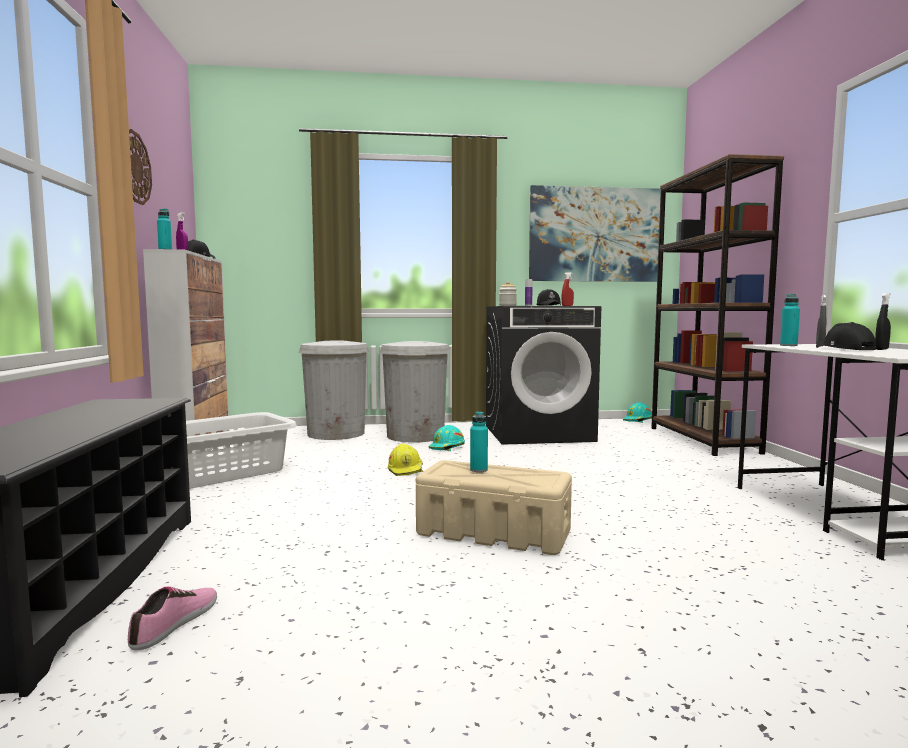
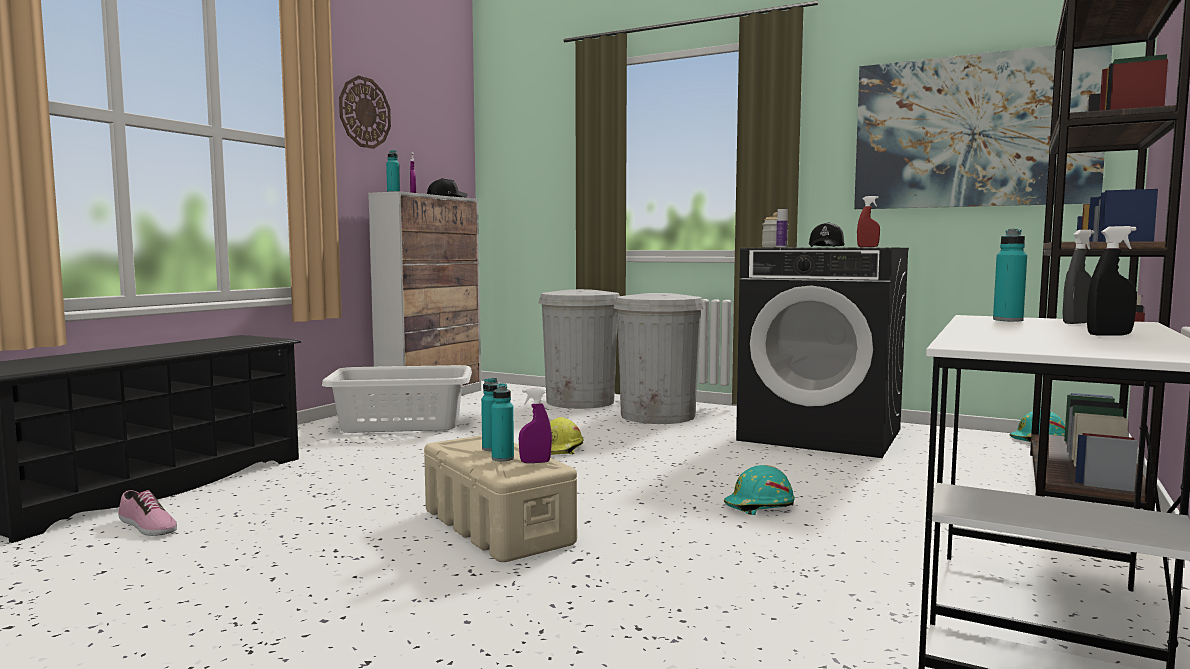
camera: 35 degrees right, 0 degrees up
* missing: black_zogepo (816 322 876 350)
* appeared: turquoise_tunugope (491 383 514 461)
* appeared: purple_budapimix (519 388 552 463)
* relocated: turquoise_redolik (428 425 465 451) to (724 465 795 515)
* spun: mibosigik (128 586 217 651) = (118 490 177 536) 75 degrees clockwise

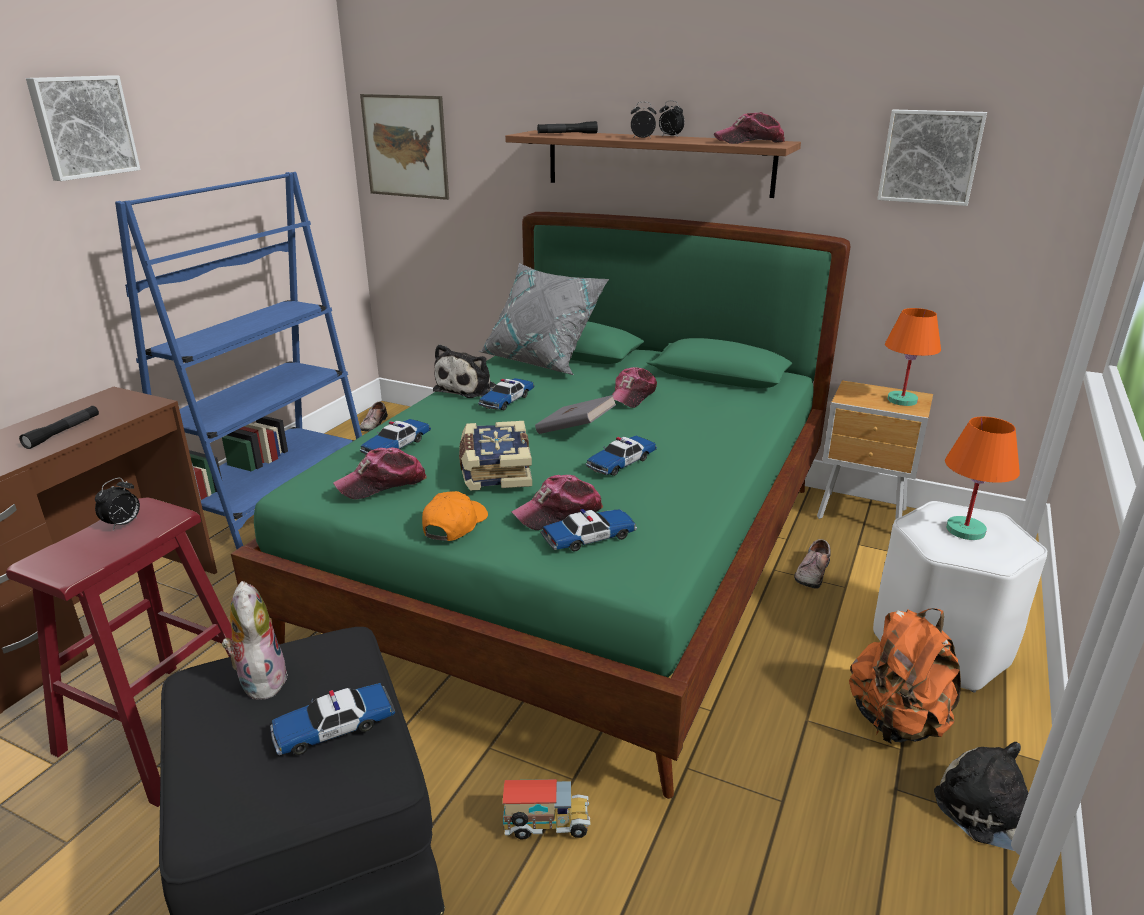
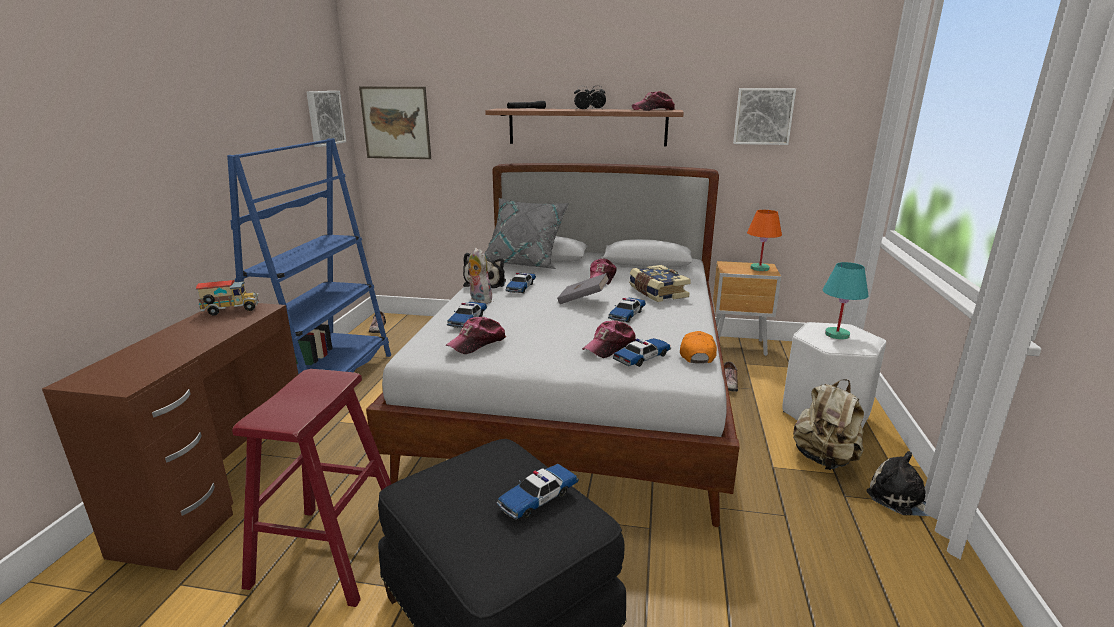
camera: 15 degrees left, 5 degrees down
* missing: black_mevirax (19 406 99 449)
* missing: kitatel (95 478 140 530)
* relocated: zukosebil (26 75 141 181) to (306 91 346 147)
* relocated: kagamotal (222 581 288 700) to (467 248 492 304)
* relocated: orange_zogepo (422 491 488 541) to (680 331 717 364)
* relocated: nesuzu (459 421 532 491) to (629 265 691 302)
* relocated: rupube (503 779 590 839) to (196 280 259 316)
* colour: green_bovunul (231 212 851 799) to white_bovunul (366 163 740 527)
* colour: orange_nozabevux (849 608 961 744) to beige_nozabevux (793 379 864 470)
* colour: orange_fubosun (945 417 1020 540) to turquoise_fubosun (823 262 869 339)

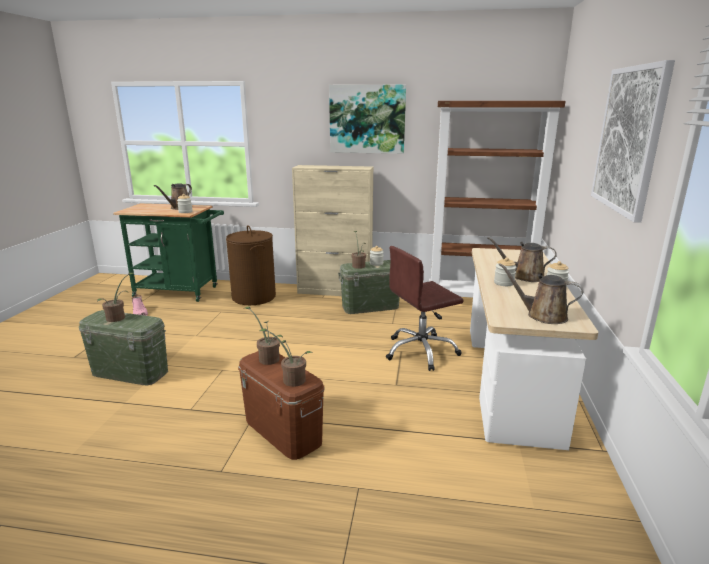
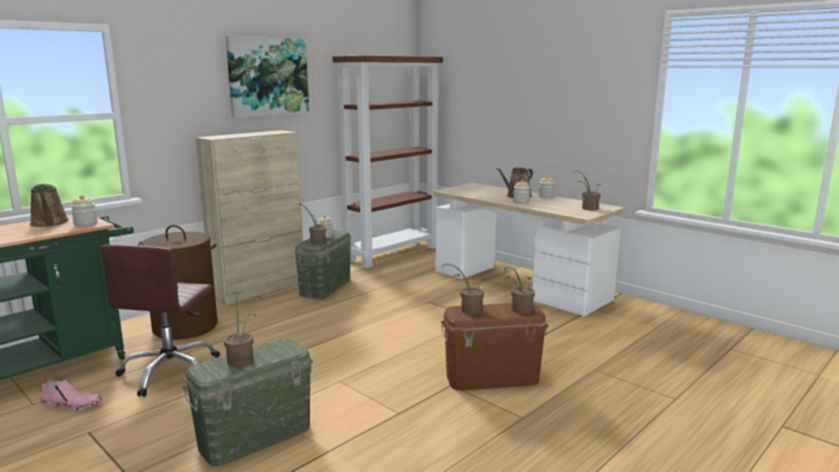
camera: 55 degrees left, 5 degrees down
* missing: zukosebil (591 60 675 223)
* relocated: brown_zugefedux (386 246 464 371) to (100 245 220 397)
* exchanged: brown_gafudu (499 263 583 324) to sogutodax (572 171 601 210)

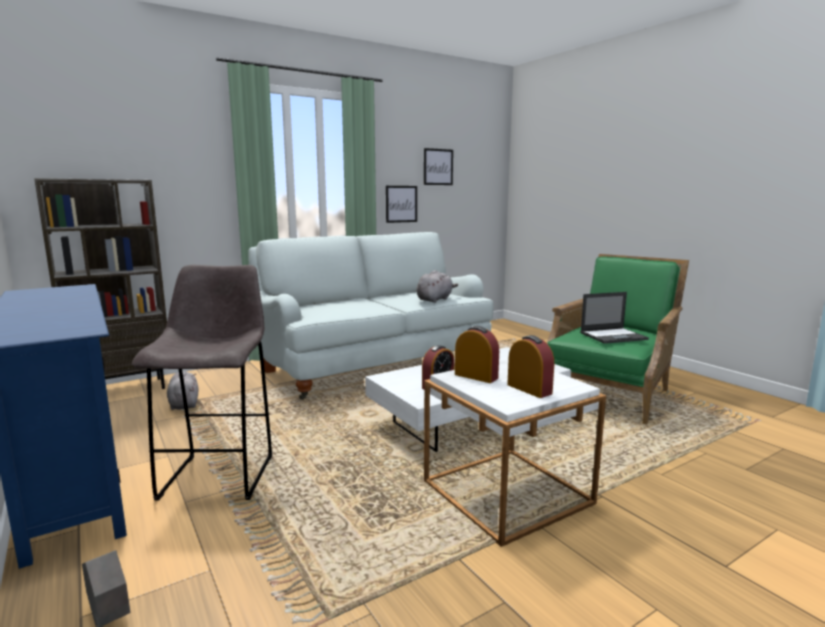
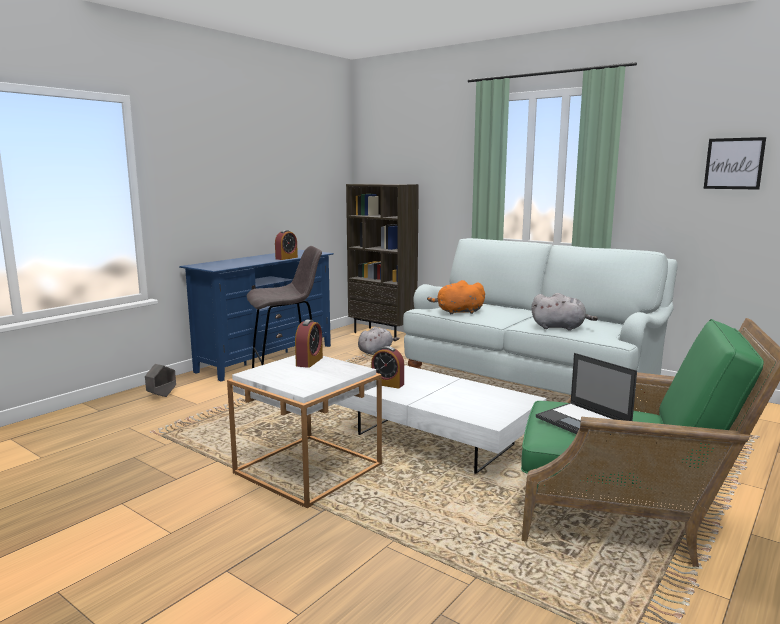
camera: 70 degrees right, 0 degrees up
* missing: zukosebil (386 186 417 223)
* appeared: orange_kagamotal (427 280 485 314)
* relocated: kitatel (507 335 554 398) to (275 230 298 260)

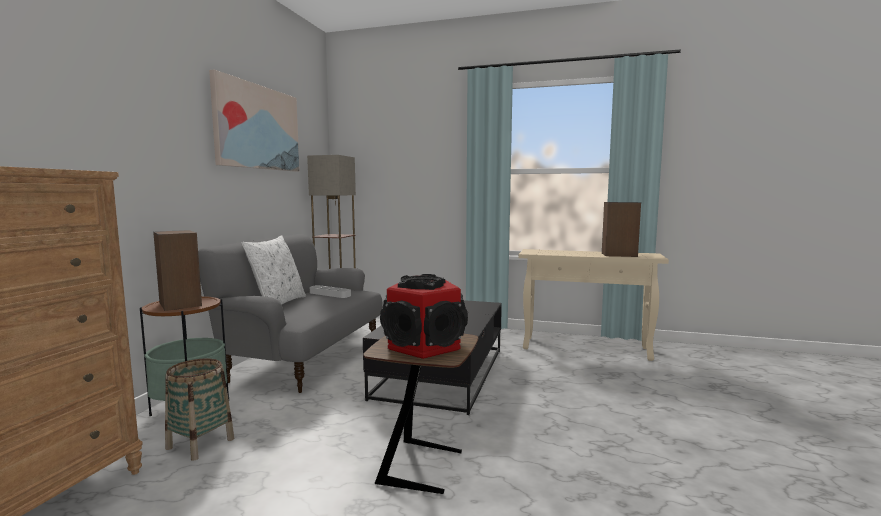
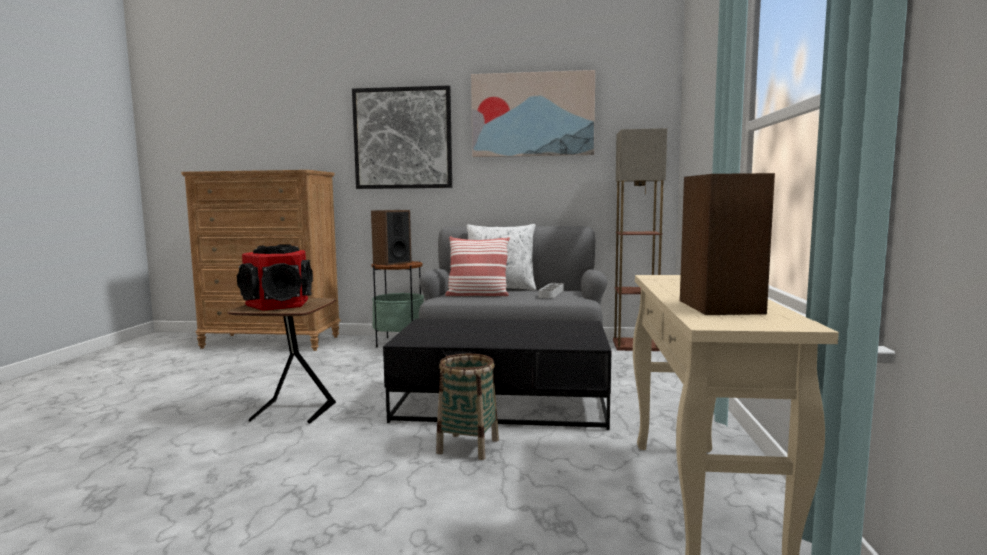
camera: 80 degrees right, 0 degrees up
* appeared: zukosebil (352 86 452 189)
* appeared: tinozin (445 236 510 296)
* relocated: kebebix (165 358 234 461) to (436 354 499 460)

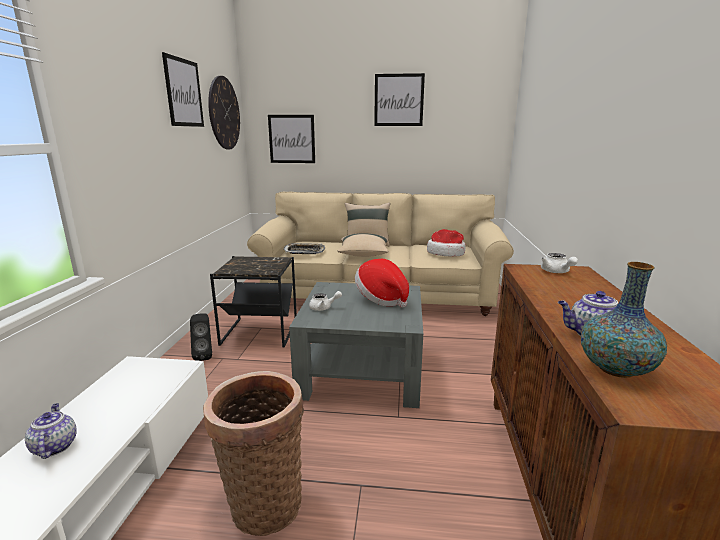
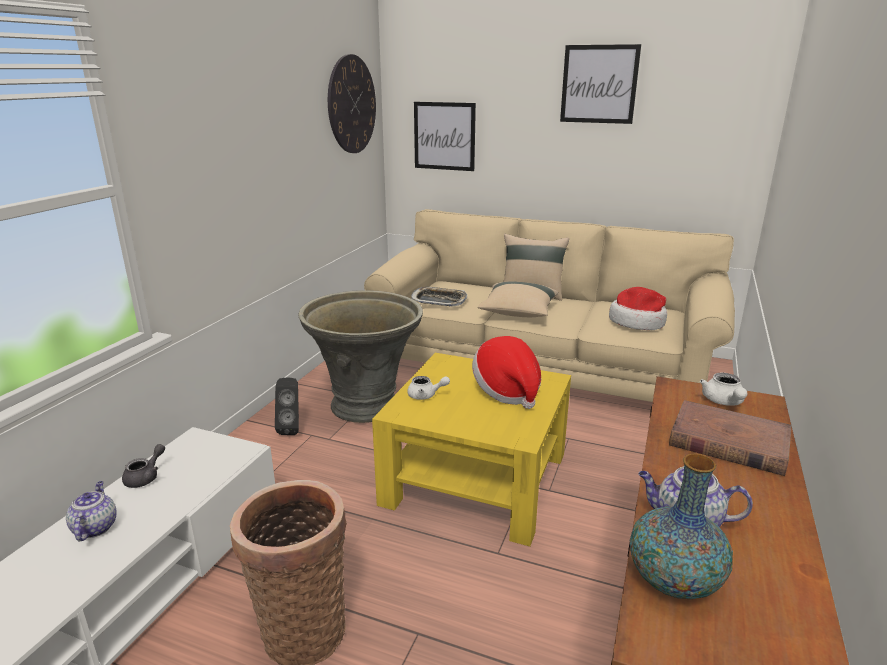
camera: 15 degrees right, 5 degrees up
* missing: zukosebil (162 52 204 127)
* appeared: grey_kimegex (122 444 165 488)
* appeared: brown_nesuzu (669 400 792 476)
* exchanged: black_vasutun (210 256 297 348) to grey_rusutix (298 290 423 423)
* colour: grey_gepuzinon (289 282 423 408) to yellow_gepuzinon (372 353 571 547)

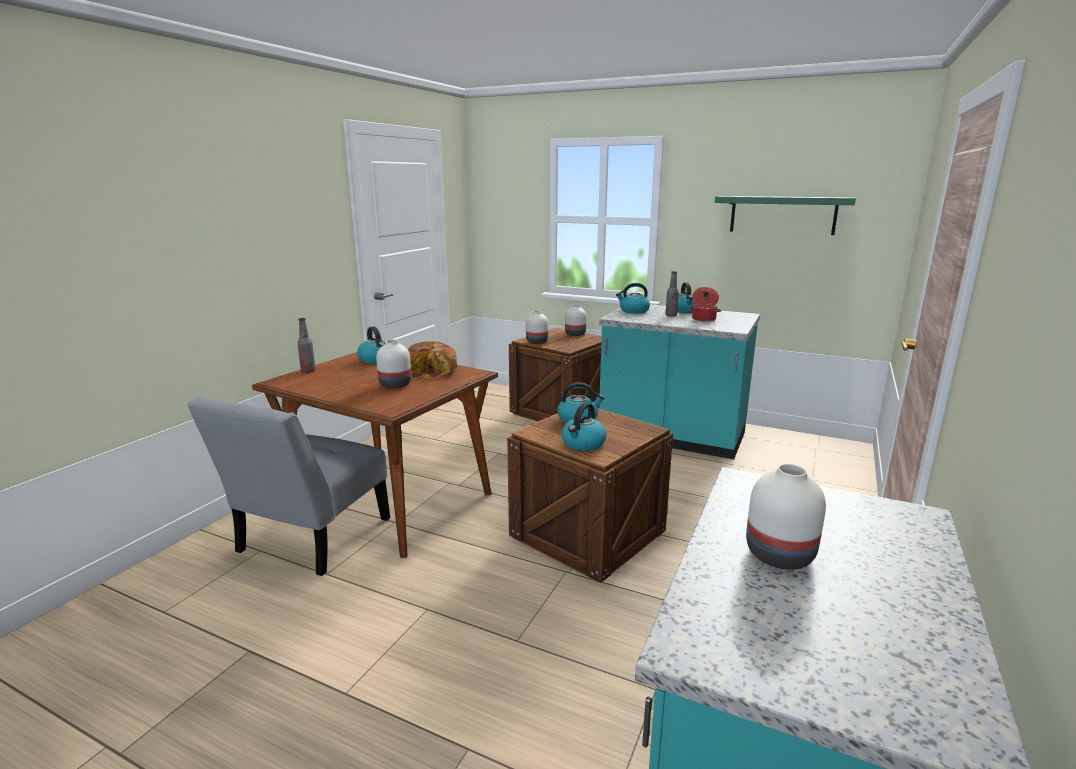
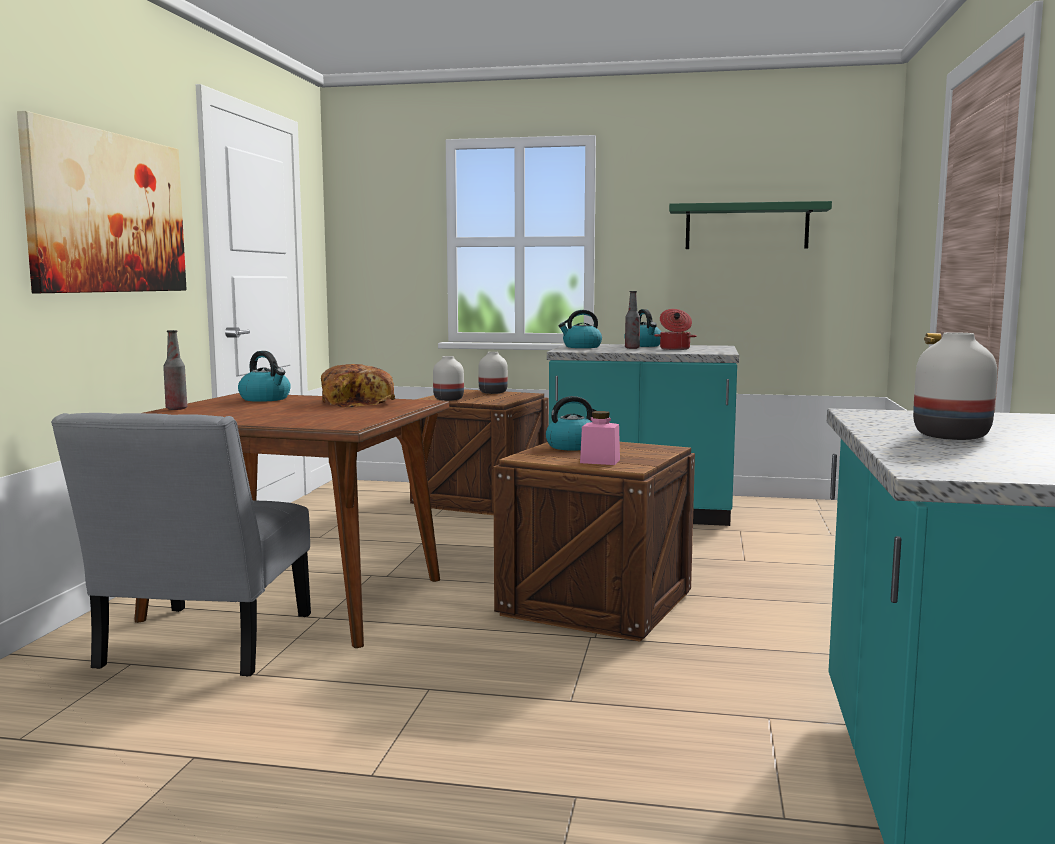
camera: 15 degrees left, 10 degrees down
* missing: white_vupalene (376 339 411 388)
* appeared: zukosebil (17 111 187 293)
* exchanged: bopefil (561 402 606 451) to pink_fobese (580 411 620 465)

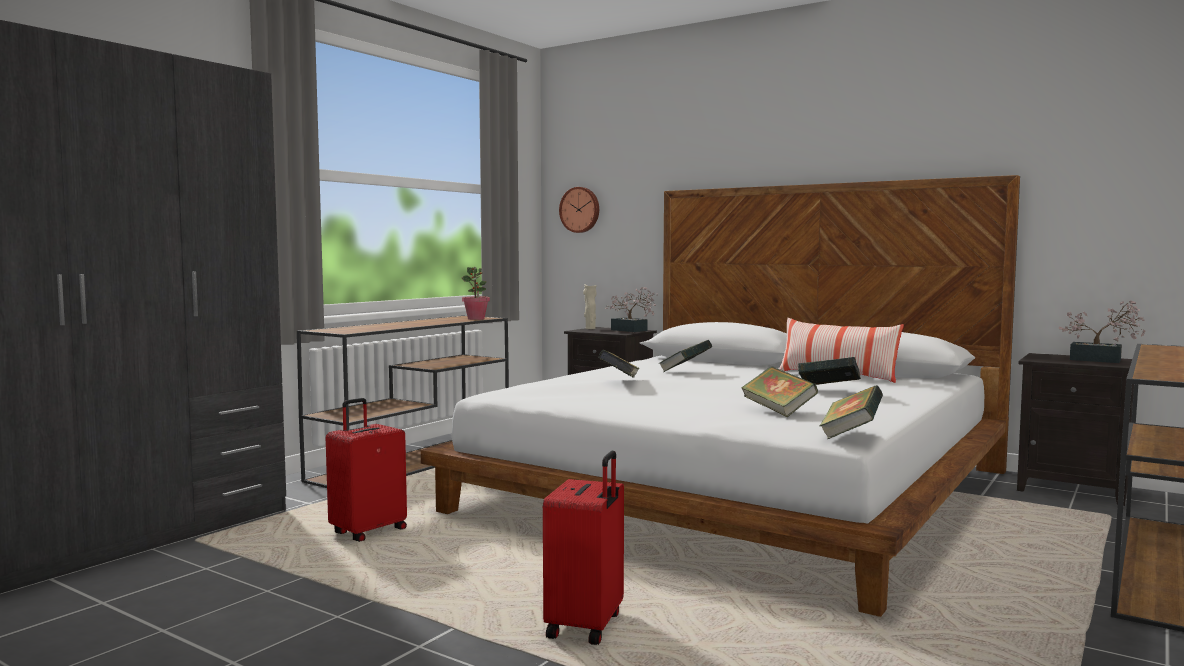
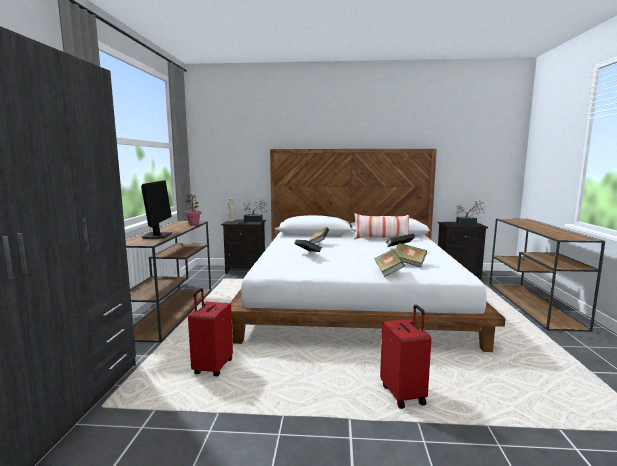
camera: 30 degrees left, 5 degrees up
* missing: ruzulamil (559 187 599 233)
* appeared: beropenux (141 180 173 239)
* relocated: nesuzu (820 385 883 439) to (374 249 405 277)

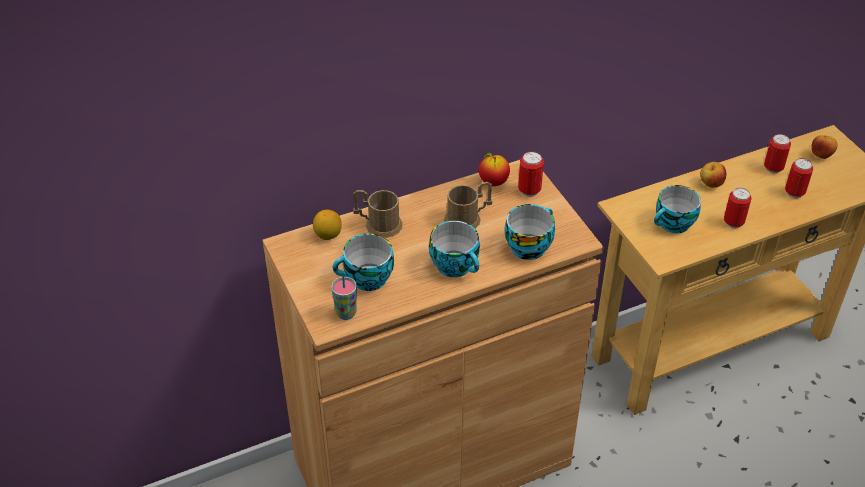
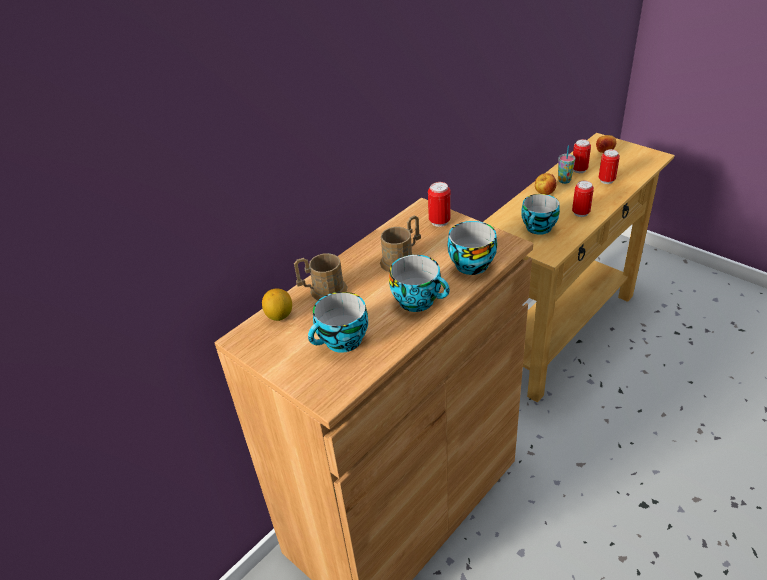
camera: 20 degrees left, 5 degrees down
* missing: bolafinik (479 152 510 186)
* relocated: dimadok (331 271 357 320) to (558 145 575 184)

